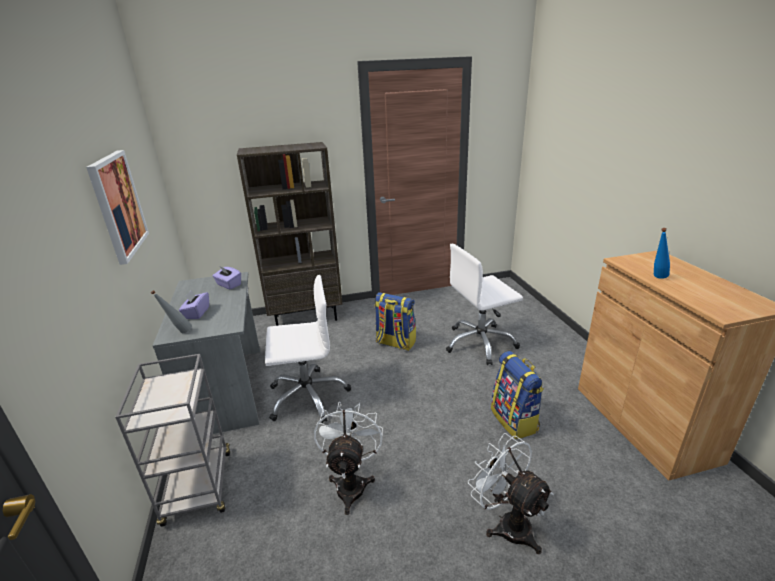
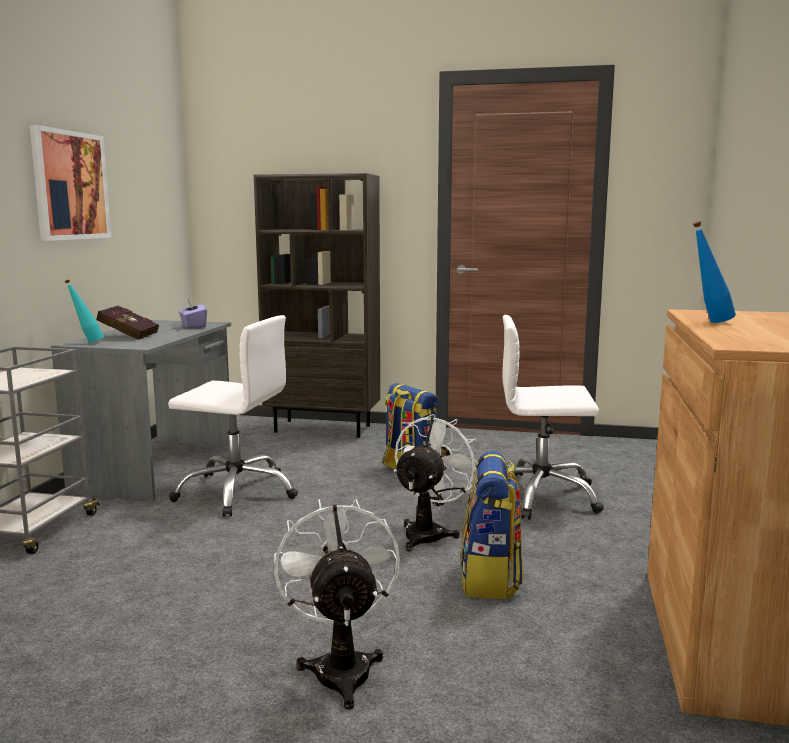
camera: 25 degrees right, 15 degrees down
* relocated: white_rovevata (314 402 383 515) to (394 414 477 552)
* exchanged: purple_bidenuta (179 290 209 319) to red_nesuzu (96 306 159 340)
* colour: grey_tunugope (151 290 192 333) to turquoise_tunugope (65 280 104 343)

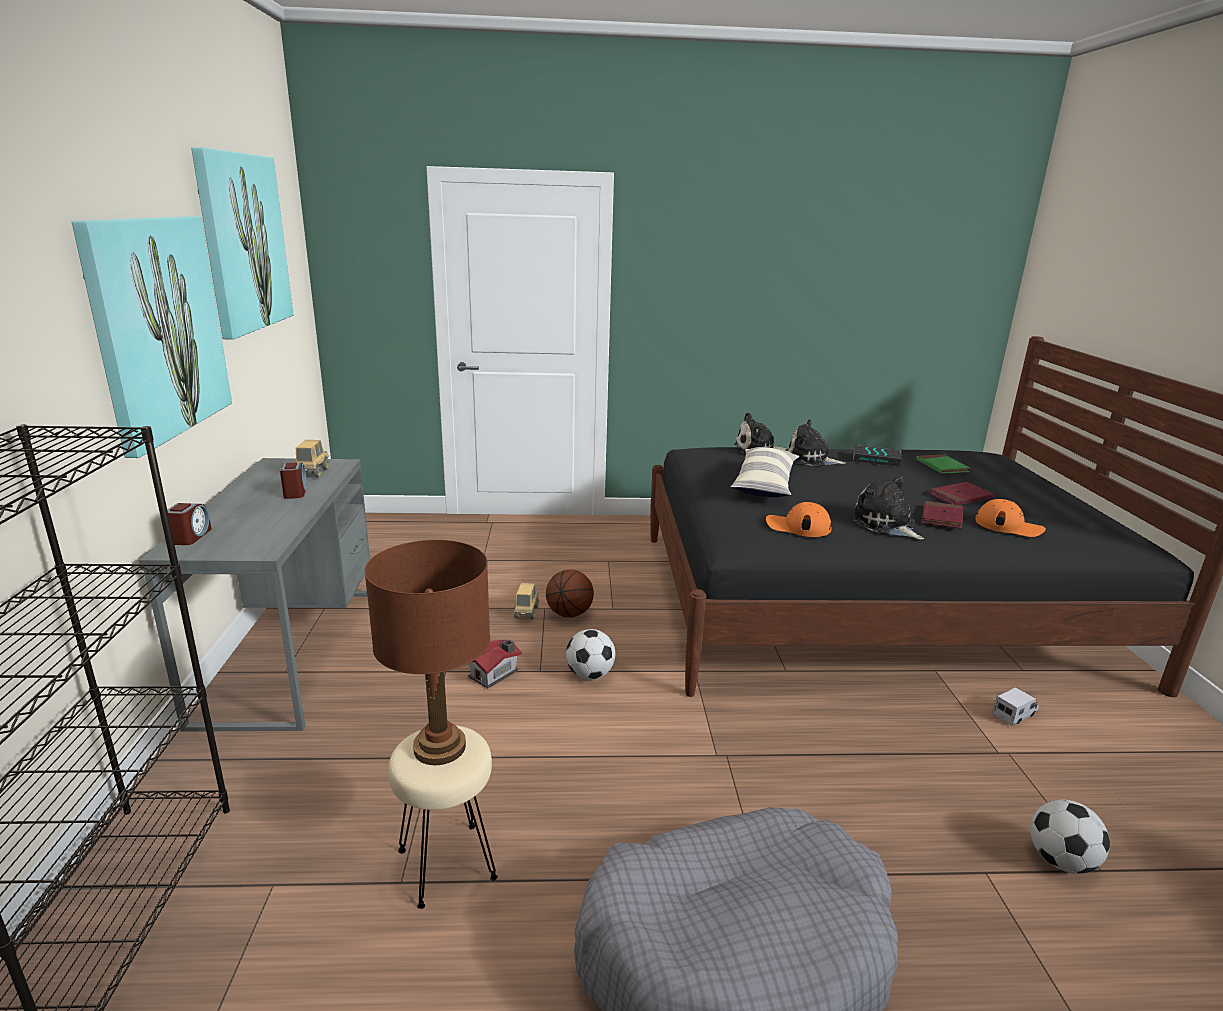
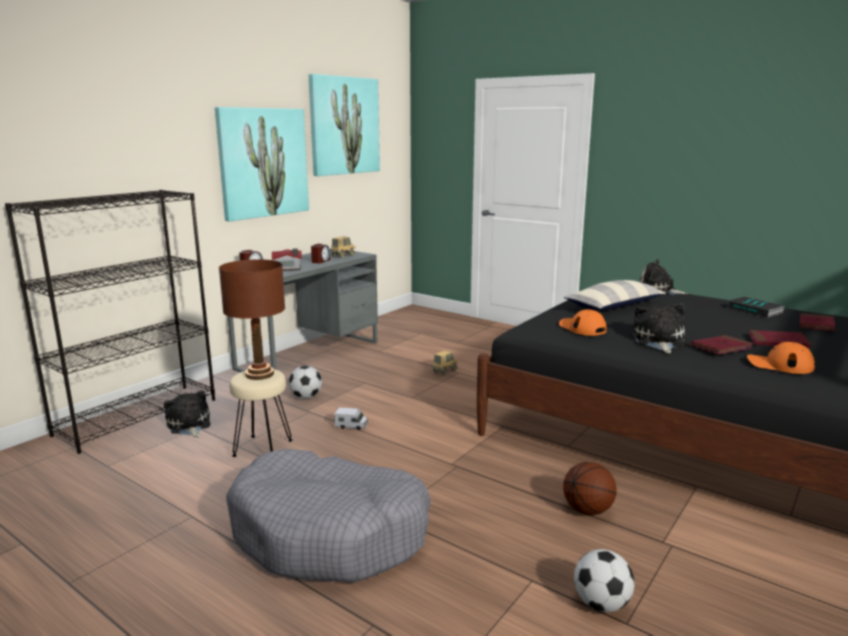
camera: 40 degrees right, 5 degrees down
* relocated: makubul (468 639 522 688) to (272 248 302 271)
* relocated: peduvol (546 569 594 618) to (563 462 617 515)
* relocated: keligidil (566 629 615 680) to (289 366 322 399)
* relocated: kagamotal (788 420 846 467) to (164 390 210 438)
* relocated: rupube (992 687 1039 726) to (334 407 368 430)
* colour: green_nesuzu (916 454 970 474) to red_nesuzu (799 313 835 331)
* spun: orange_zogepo (975 499 1046 537) = (747 342 815 374) 135 degrees clockwise

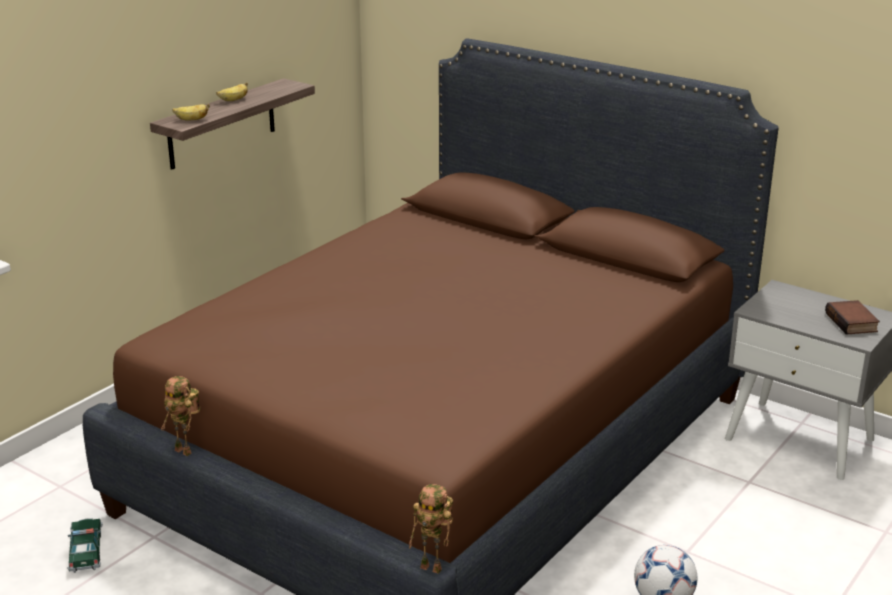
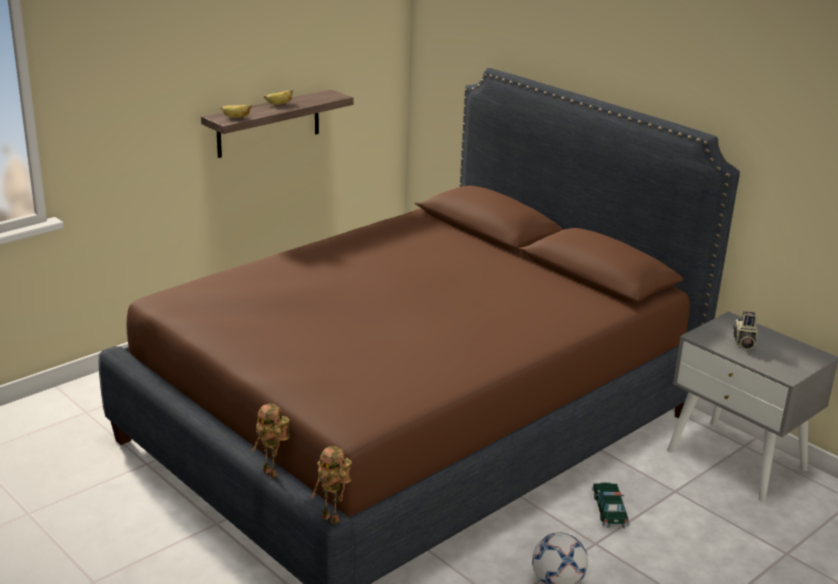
camera: 10 degrees right, 0 degrees up
* missing: nesuzu (825 300 880 335)
* appeared: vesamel (733 311 758 350)
* relocated: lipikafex (67 519 103 573) to (592 482 630 528)
* relocated: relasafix (161 376 201 456) to (252 404 290 479)

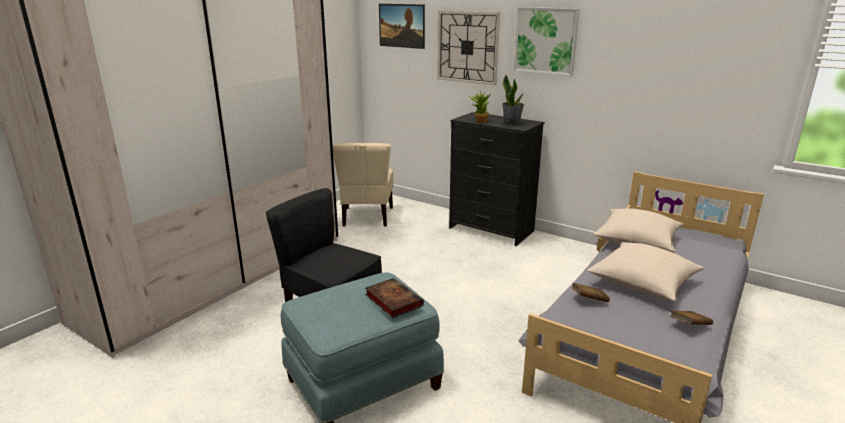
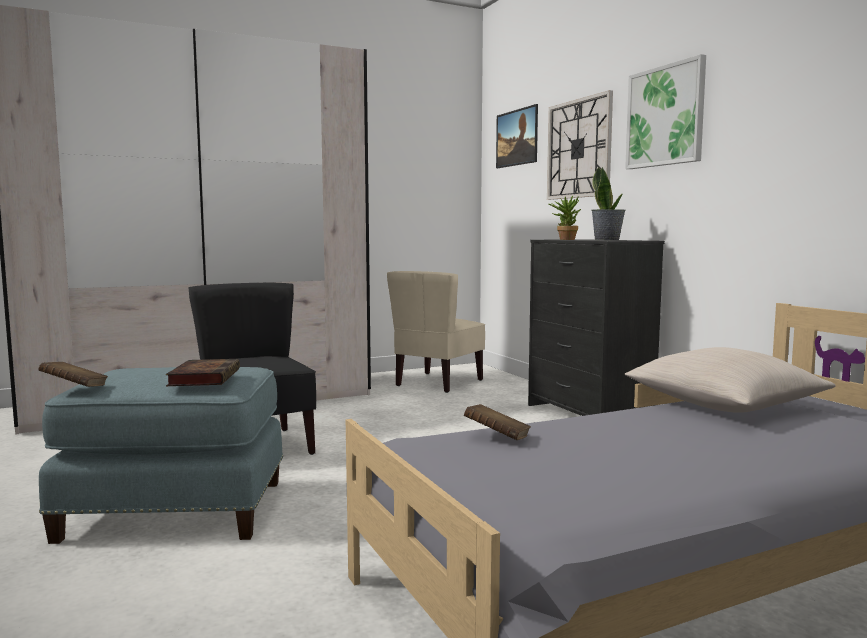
camera: 30 degrees right, 15 degrees down
* missing: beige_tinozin (587 242 704 302)
* relocated: brown_nesuzu (670 311 713 325) to (38 362 108 387)

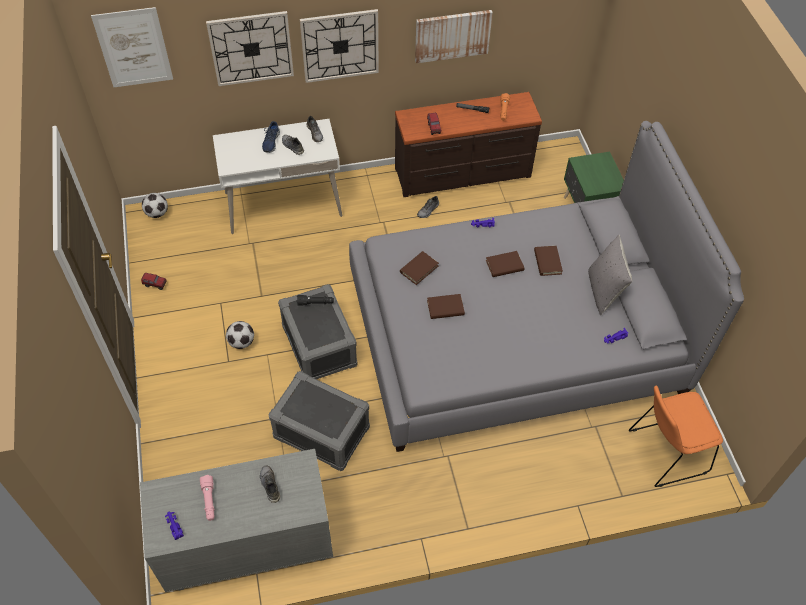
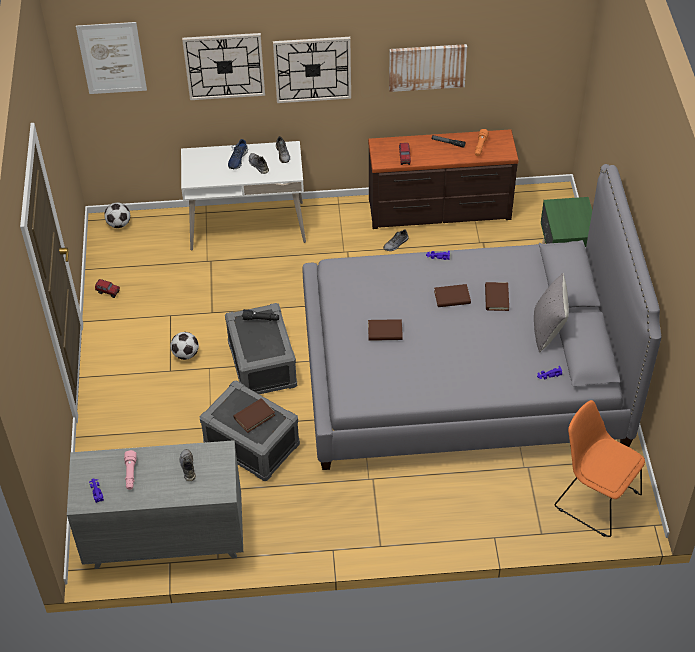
camera: 10 degrees right, 5 degrees down
* relocated: brown_nesuzu (400 251 439 285) to (233 398 275 433)
* spun: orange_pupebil (629 386 723 487) = (554 400 645 537) 45 degrees clockwise

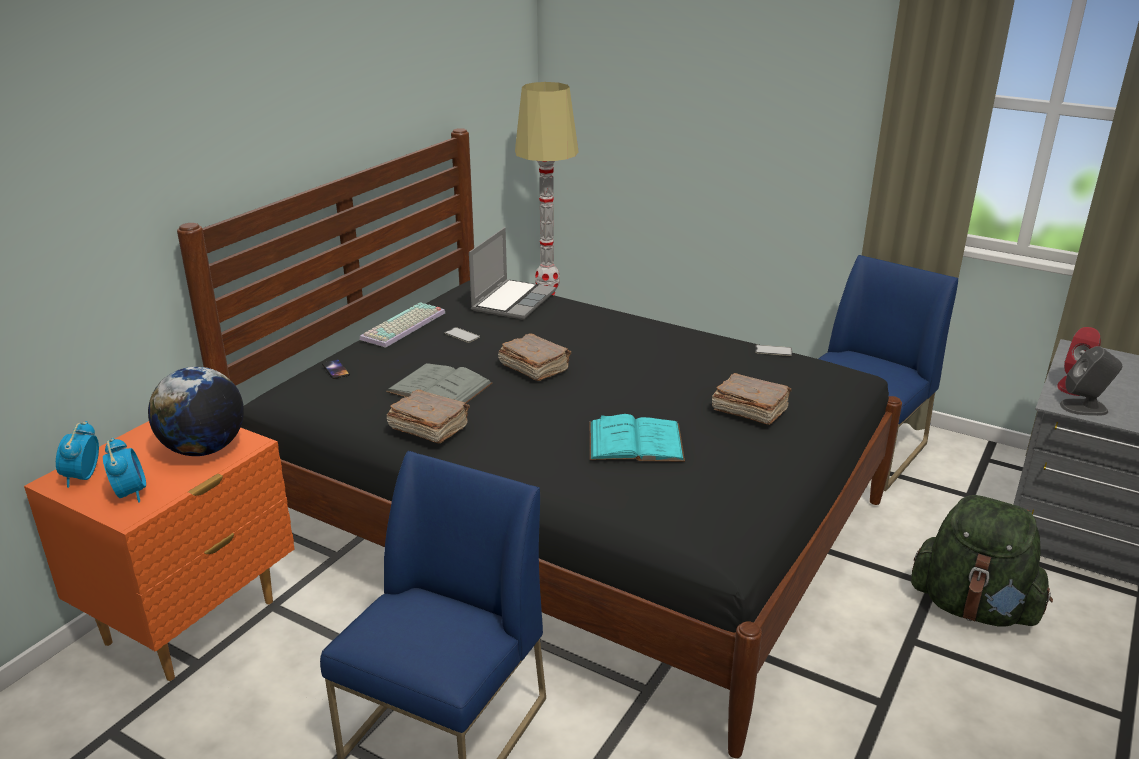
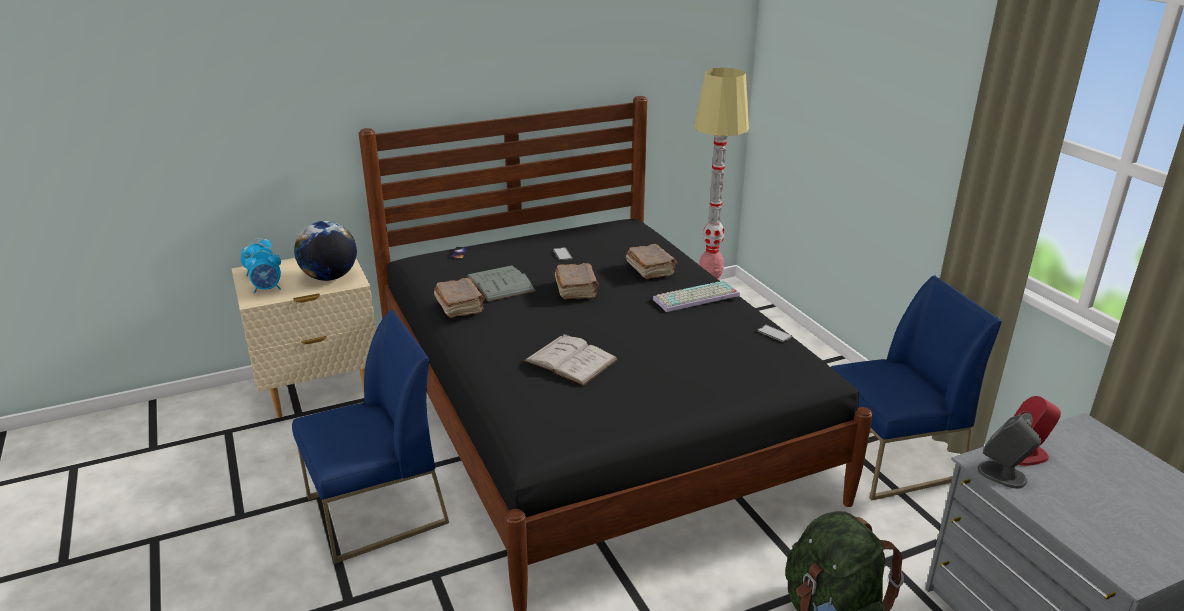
camera: 35 degrees right, 0 degrees up
* missing: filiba (469 227 556 320)
* relocated: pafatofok (360 302 445 348) to (653 281 740 312)
* relocated: brown_nesuzu (712 373 792 425) to (626 244 677 279)
* colour: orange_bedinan (24 421 295 681) to beige_bedinan (231 258 376 418)
* colour: turquoise_nesuzu (590 414 685 462) to white_nesuzu (524 334 618 385)
* spun: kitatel (103 438 146 503) = (245 251 281 293) 60 degrees clockwise

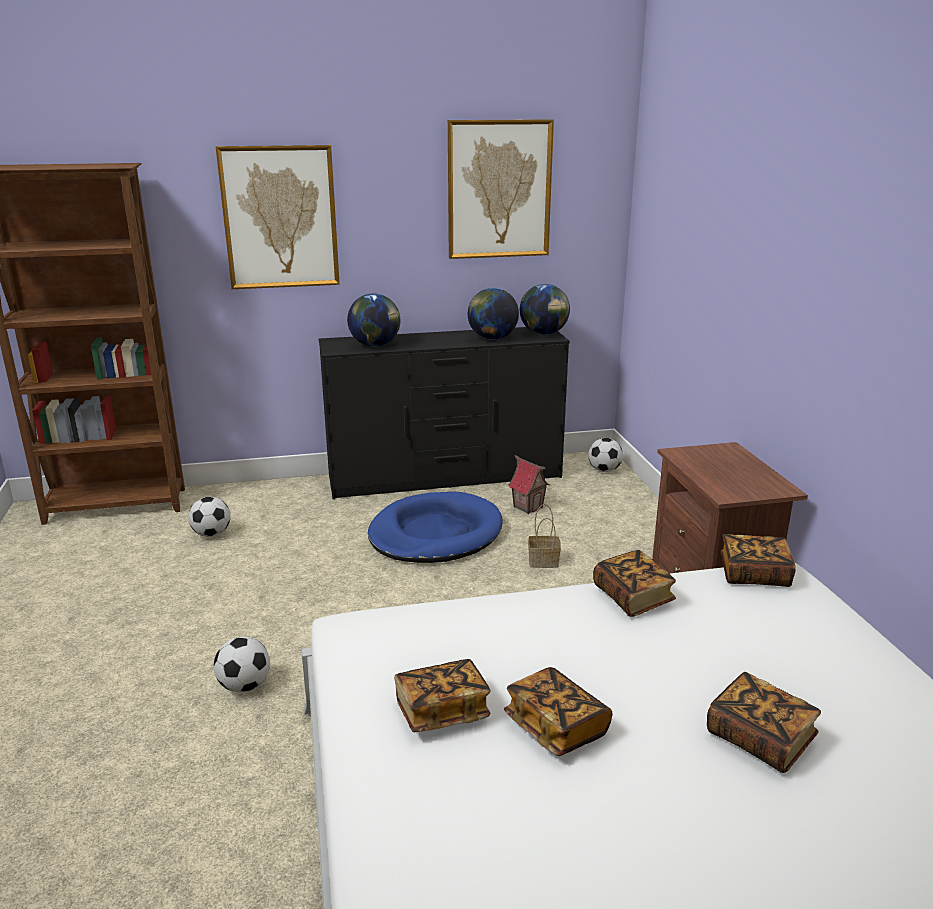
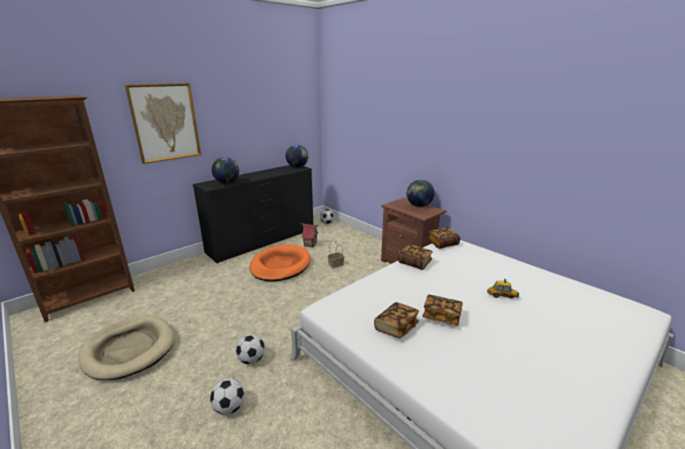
camera: 30 degrees left, 0 degrees up
* missing: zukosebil (448 119 554 259)
* appeared: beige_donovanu (78 315 175 380)
* relocated: keligidil (188 497 231 537) to (210 378 245 415)
* relocated: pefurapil (468 288 519 340) to (407 180 435 207)
* exchanged: nesuzu (707 672 821 773) to lipikafex (487 279 519 298)
* colour: blue_donovanu (368 492 503 563) to orange_donovanu (249 245 311 282)

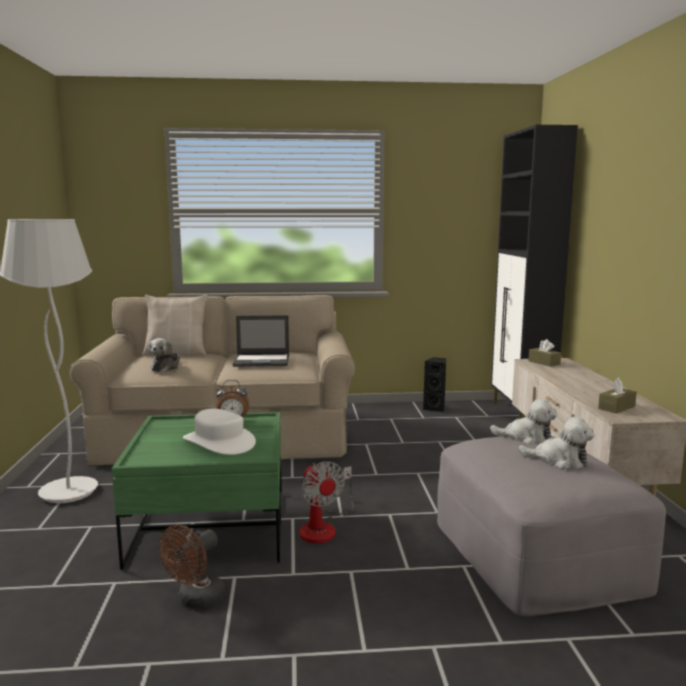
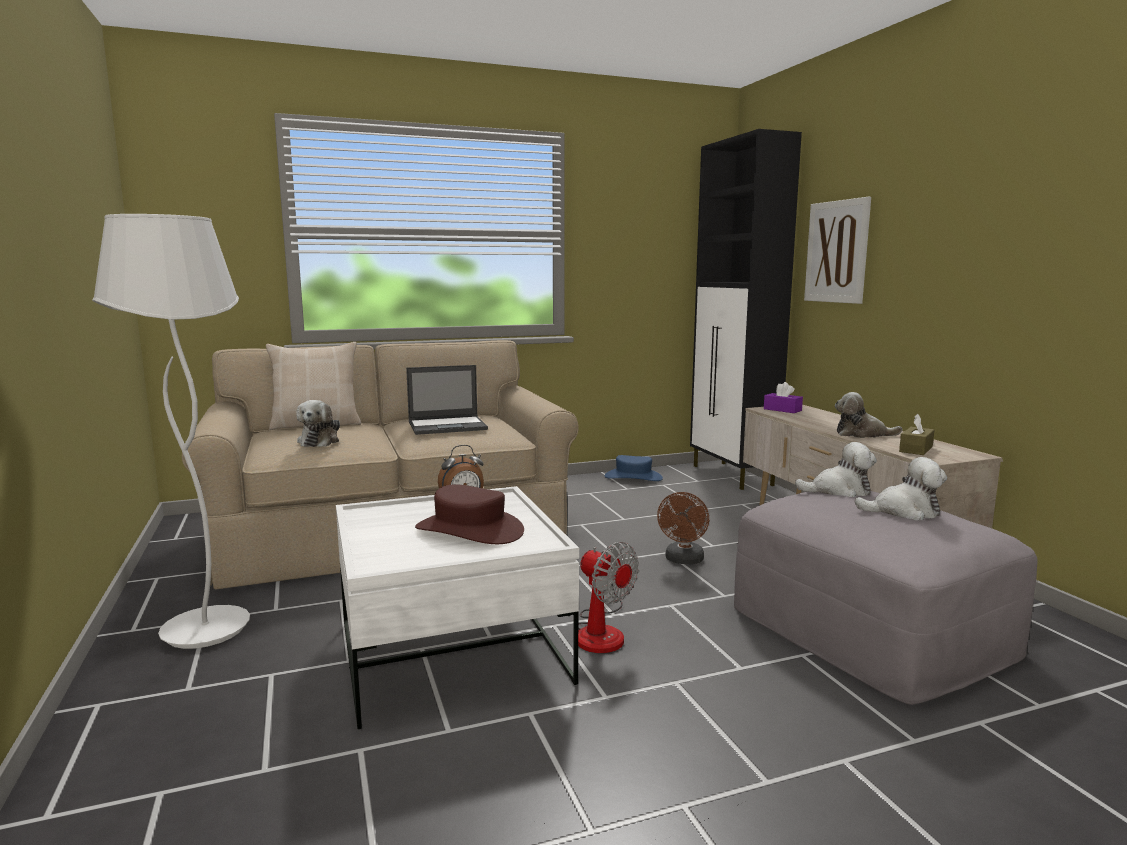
camera: 15 degrees left, 0 degrees up
* appeared: zukosebil (804 197 871 304)
* appeared: kagamotal (835 392 903 438)
* relocated: brown_rovevata (159 525 225 609) to (657 492 709 564)
* exchanged: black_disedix (423 357 446 412) to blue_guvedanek (605 455 663 481)
* colour: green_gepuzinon (112 412 282 570) to white_gepuzinon (336 486 579 729)
* colour: white_guvedanek (183 409 256 455) to brown_guvedanek (415 484 524 544)
* colour: brown_bidenuta (528 339 561 367) to purple_bidenuta (764 382 803 413)

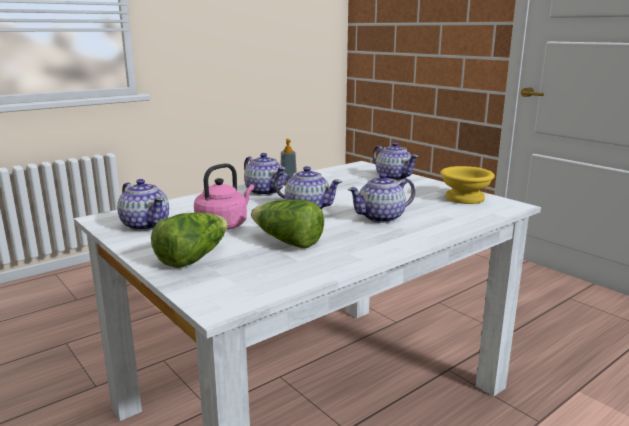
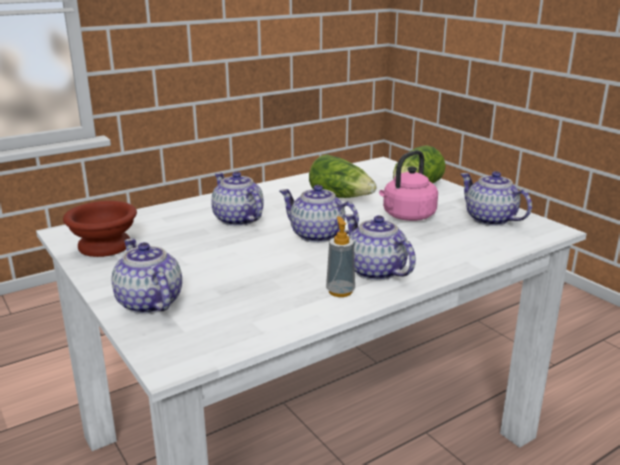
camera: 175 degrees left, 5 degrees up
* colour: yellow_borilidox (440 166 495 204) to brown_borilidox (63 201 137 257)
* spun: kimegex (347 173 415 223) = (212 172 264 226) 105 degrees counterclockwise

